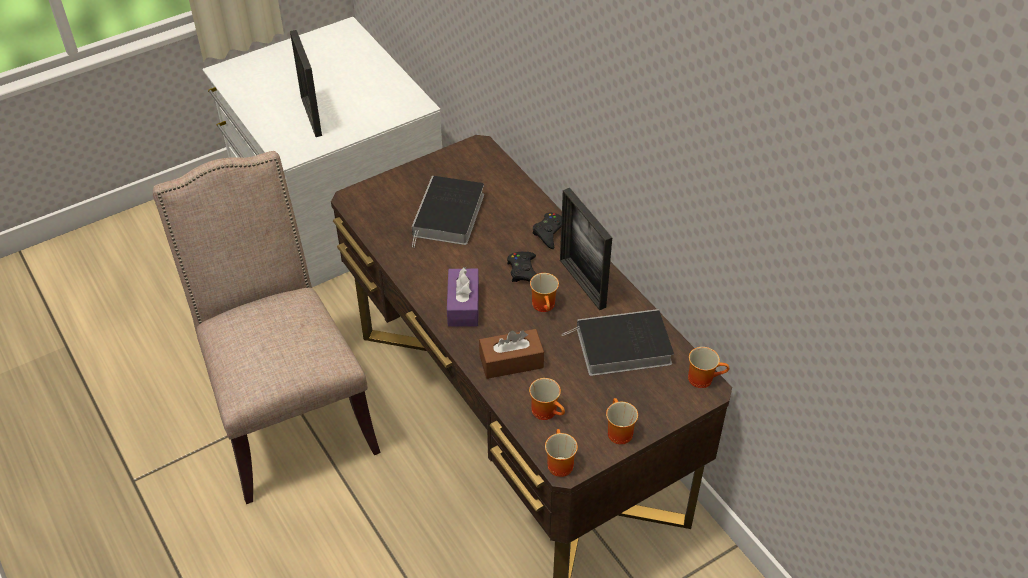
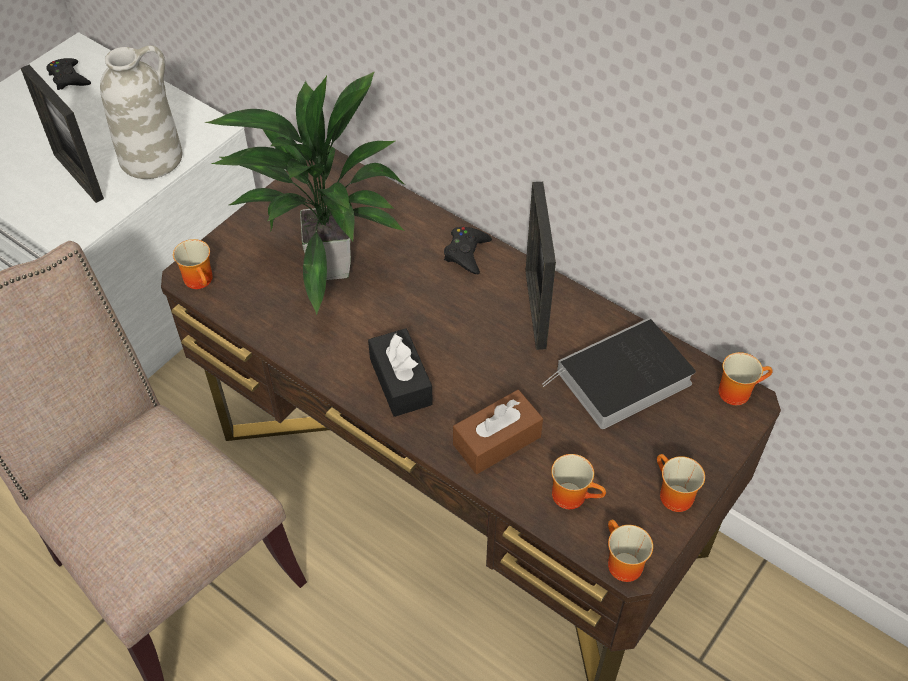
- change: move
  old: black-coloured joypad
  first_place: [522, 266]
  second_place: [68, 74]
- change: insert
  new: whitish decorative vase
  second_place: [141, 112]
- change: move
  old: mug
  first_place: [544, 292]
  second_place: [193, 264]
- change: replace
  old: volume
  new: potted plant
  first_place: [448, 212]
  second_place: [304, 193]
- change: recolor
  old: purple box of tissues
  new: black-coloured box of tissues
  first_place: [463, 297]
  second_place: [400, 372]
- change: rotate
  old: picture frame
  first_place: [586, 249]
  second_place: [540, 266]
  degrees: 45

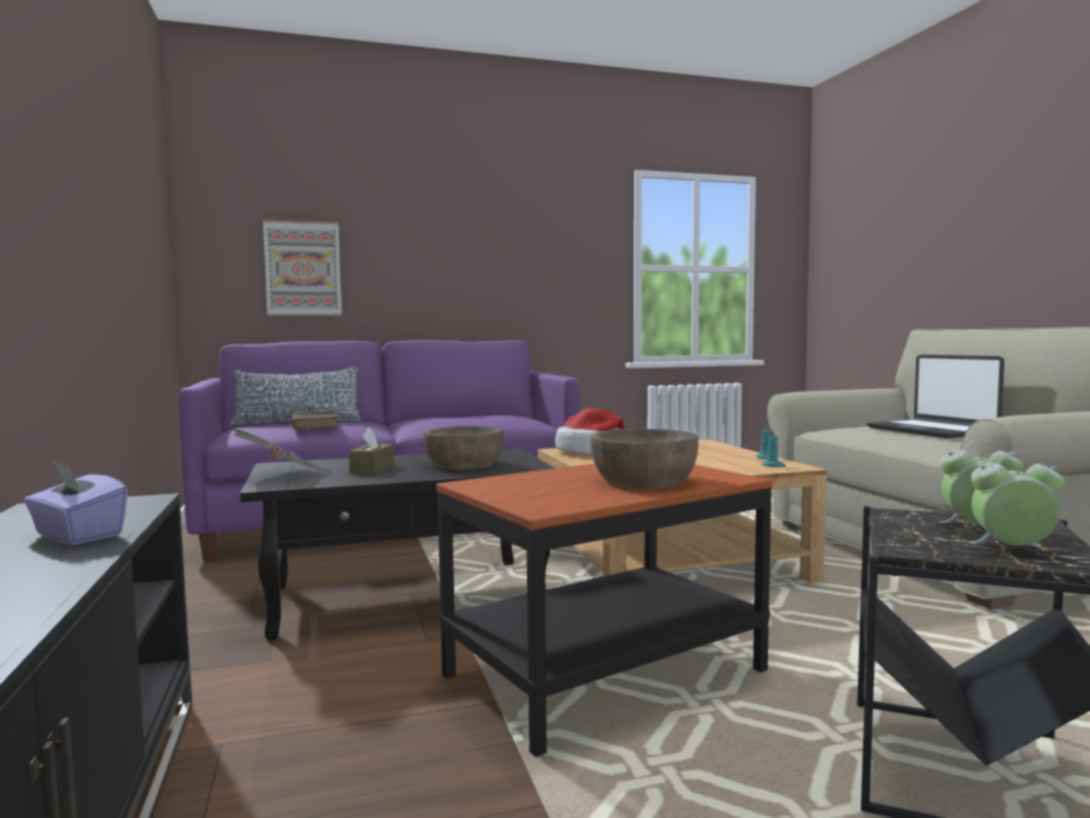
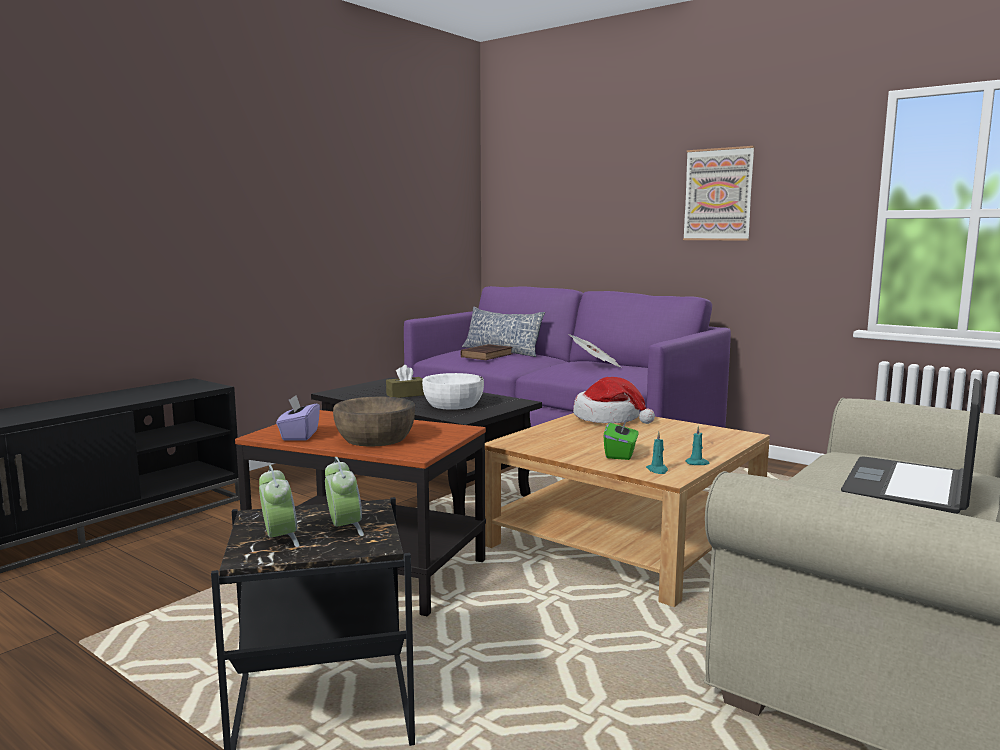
- change: move
  old: purple box of tissues
  first_place: [76, 503]
  second_place: [298, 417]
- change: recolor
  old: brown bowl
  new: whitish bowl
  first_place: [464, 448]
  second_place: [453, 391]
- change: move
  old: daily paper
  first_place: [281, 450]
  second_place: [595, 351]
- change: insert
  new: green box of tissues
  second_place: [621, 439]
- change: move
  old: picture
  first_place: [302, 267]
  second_place: [719, 193]

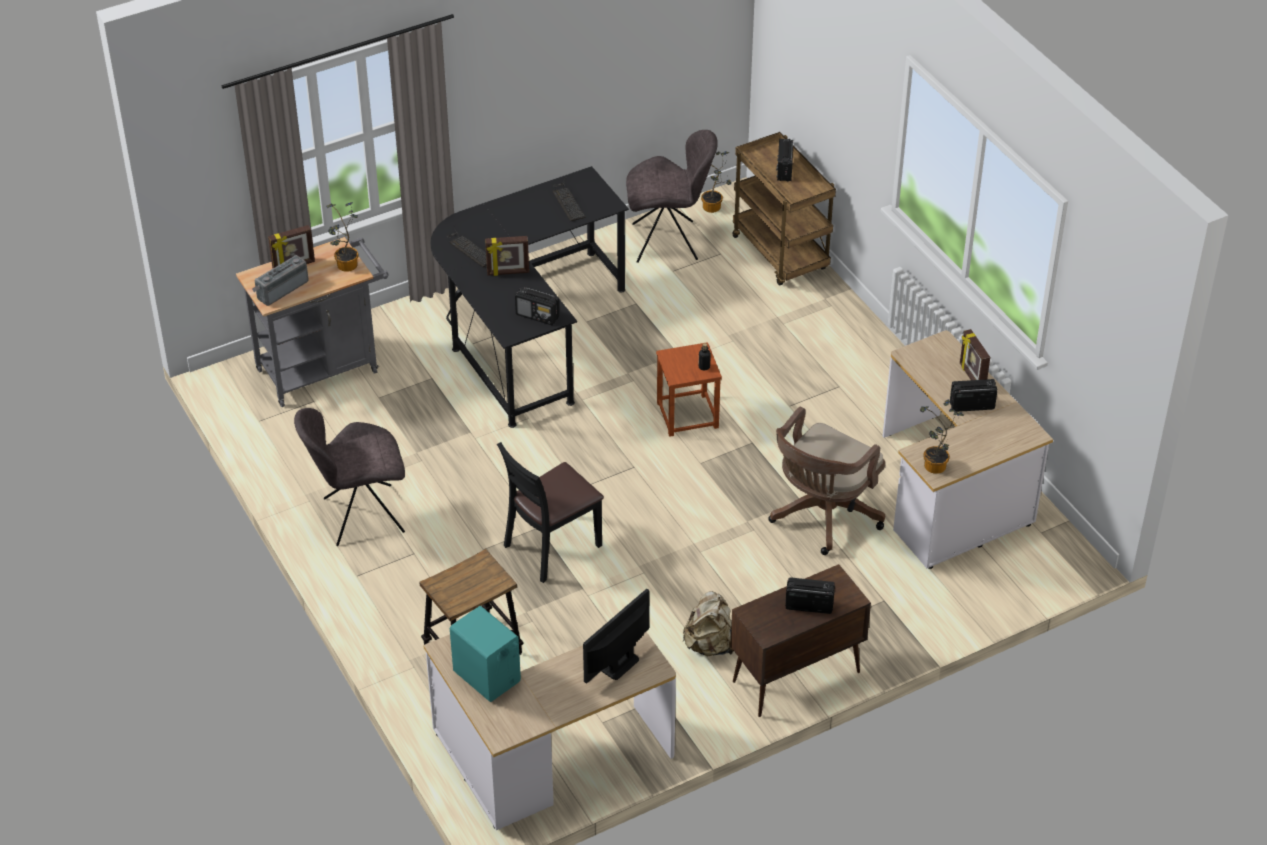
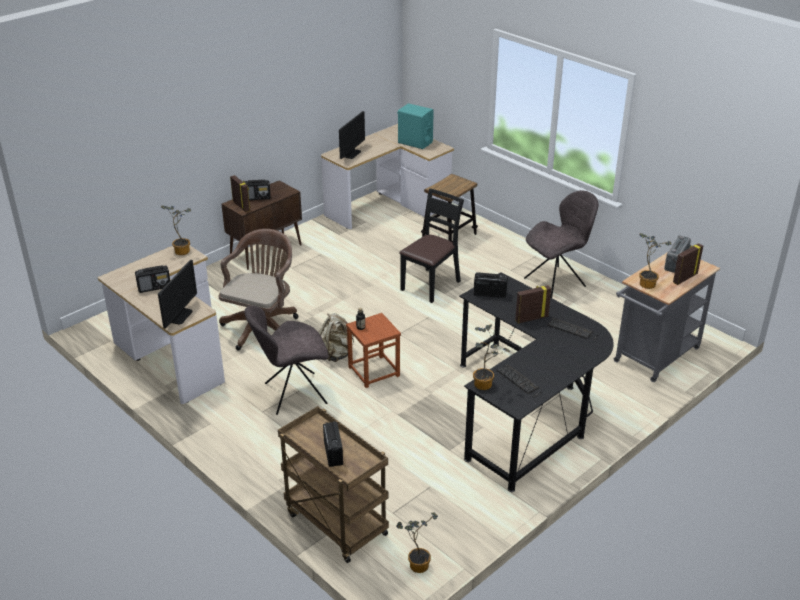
- change: insert
  new: computer screen
  second_place: [177, 294]
- change: move
  old: picture frame
  first_place: [975, 354]
  second_place: [240, 193]
- change: move
  old: grey plain chair
  first_place: [672, 196]
  second_place: [286, 360]
- change: move
  old: beige backpack
  first_place: [708, 624]
  second_place: [336, 337]
- change: insert
  new: potted plant
  second_place: [491, 357]

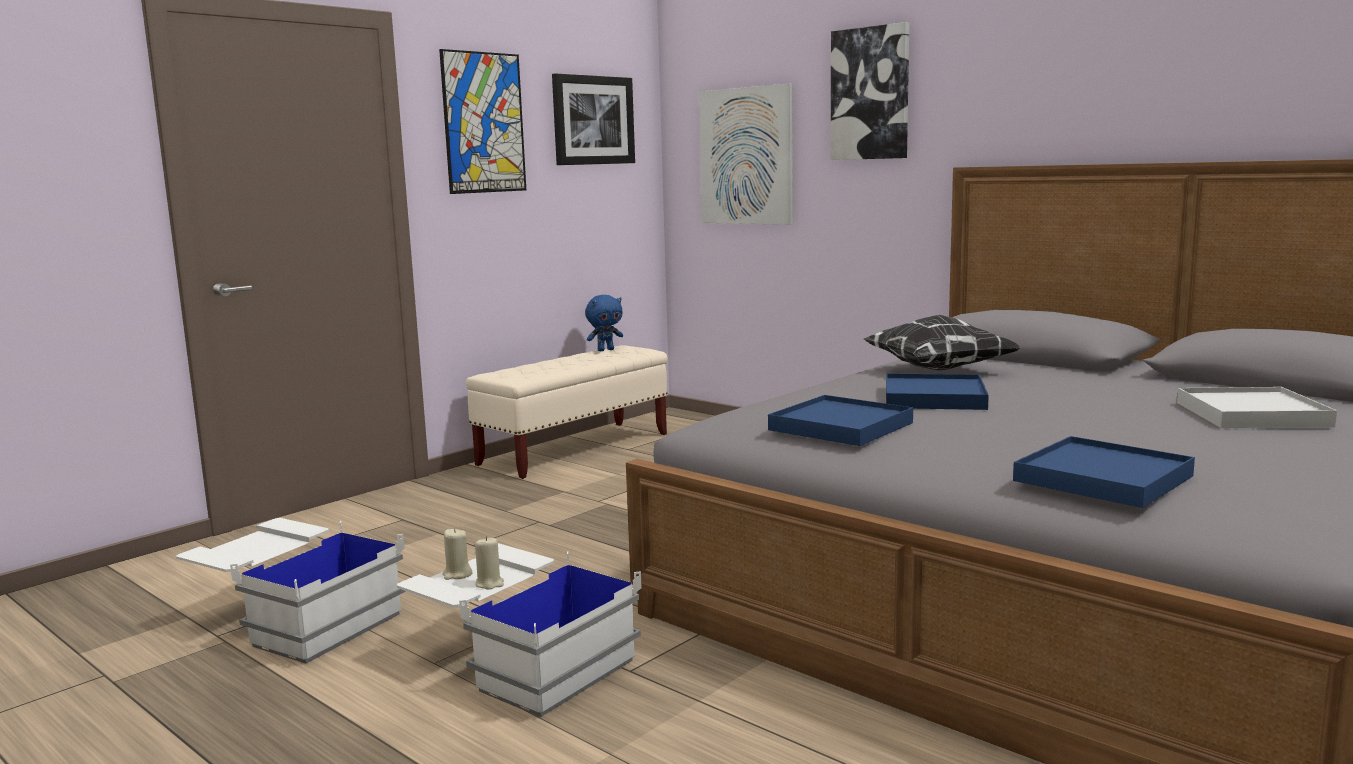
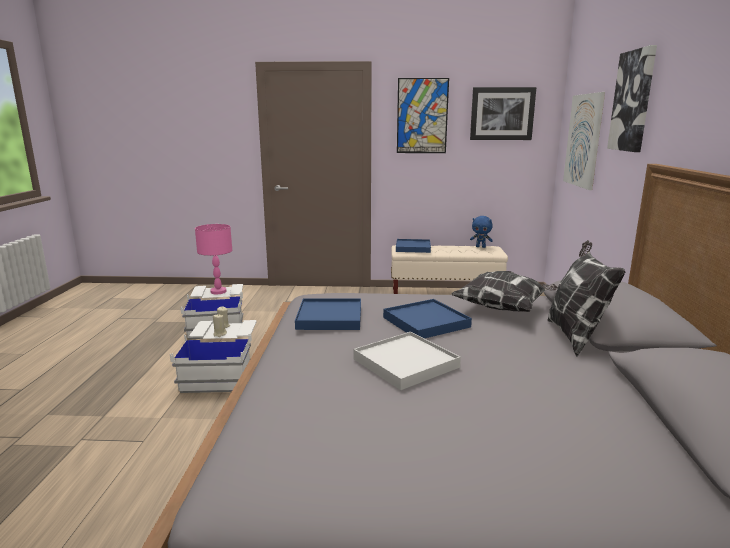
- change: insert
  new: pink table lamp
  second_place: [213, 259]
- change: move
  old: whitish tray
  first_place: [1257, 407]
  second_place: [407, 361]
- change: move
  old: blue tray
  first_place: [1104, 472]
  second_place: [413, 246]
- change: insert
  new: throw pillow
  second_place: [586, 298]

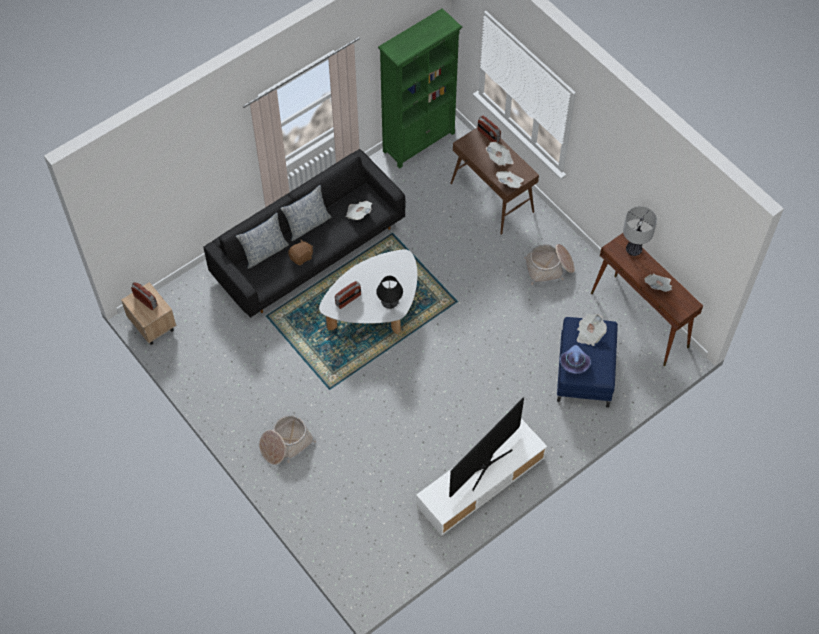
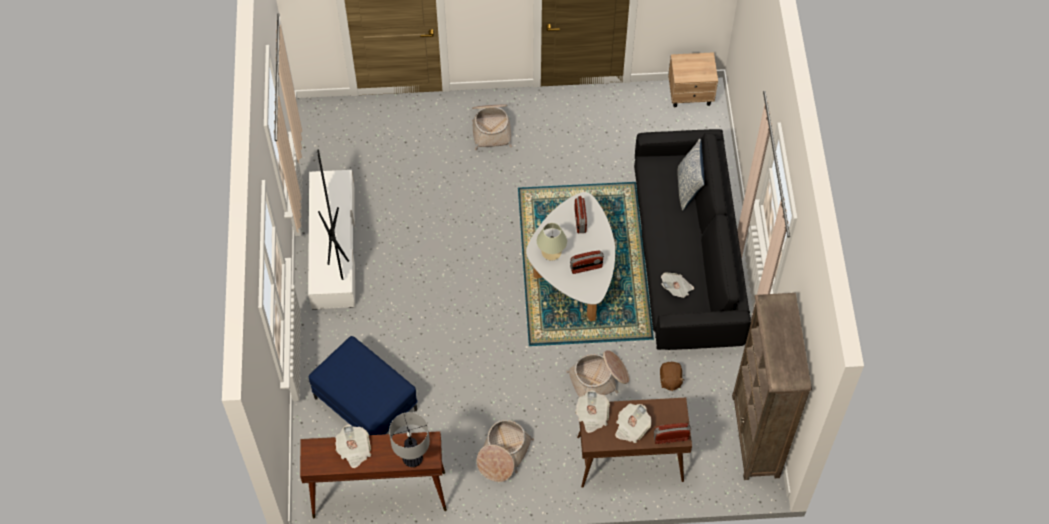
- change: recolor
  old: black-coloured table lamp
  new: beige table lamp
  first_place: [389, 292]
  second_place: [552, 242]
- change: insert
  new: storage basket
  second_place: [598, 373]
- change: move
  old: radio receiver
  first_place: [144, 296]
  second_place: [587, 262]
- change: move
  old: brown soft toy
  first_place: [300, 252]
  second_place: [672, 376]
- change: recolor
  old: green shelving unit
  new: brown shelving unit
  first_place: [420, 88]
  second_place: [772, 386]
- change: delete
  old: throw pillow
  first_place: [305, 213]
- change: delete
  old: purple clothing hat
  first_place: [575, 359]
- change: delete
  old: daily paper
  first_place: [592, 330]

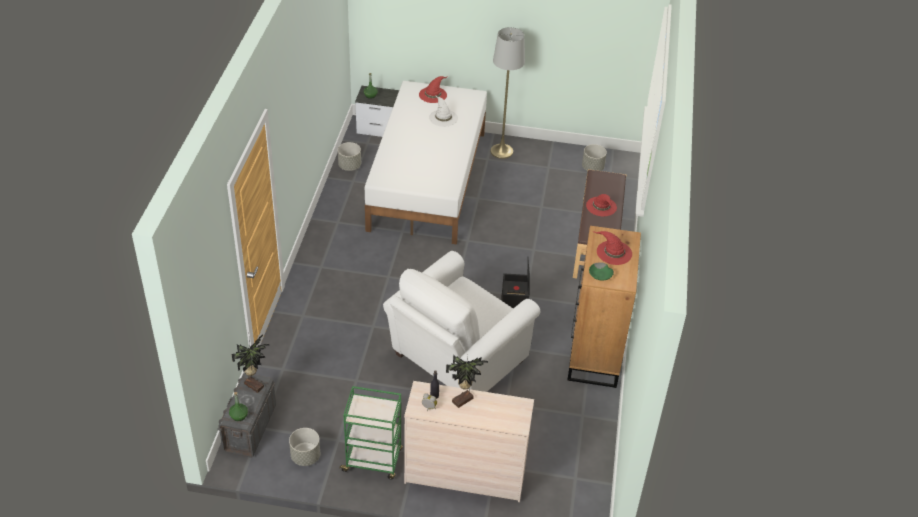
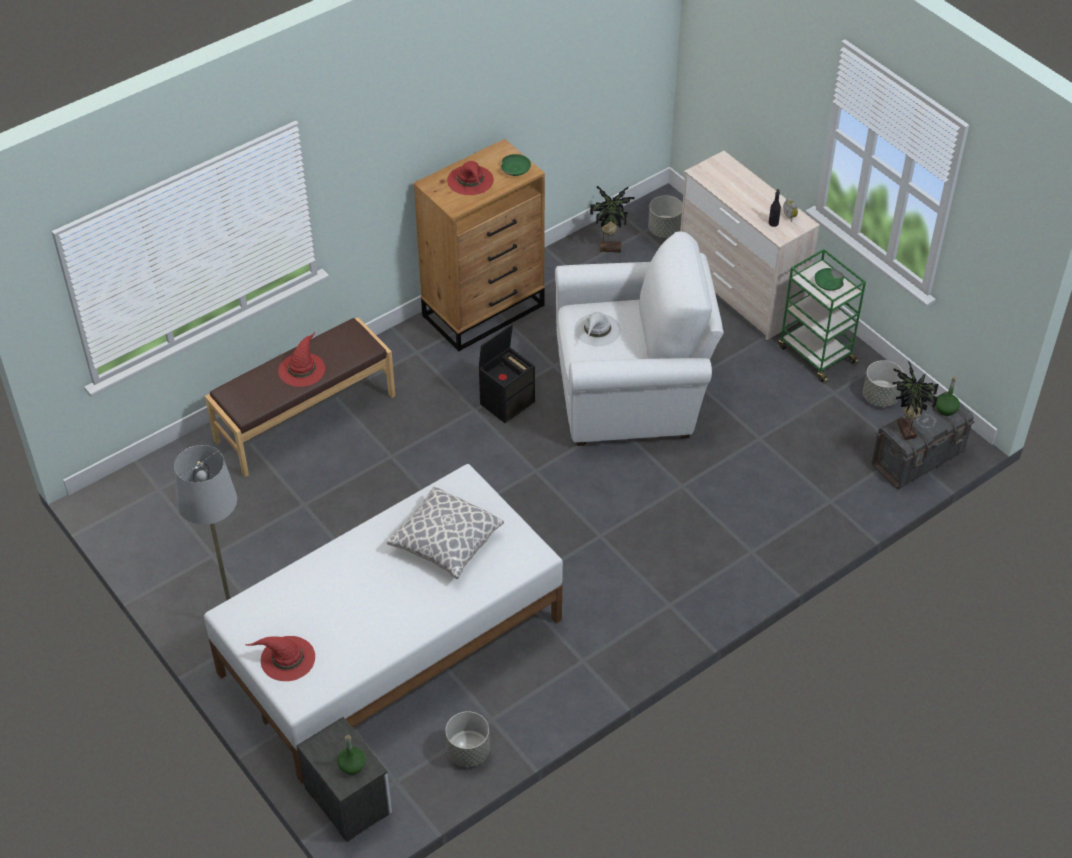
- change: insert
  new: throw pillow
  second_place: [445, 533]
- change: move
  old: whitish clothing hat
  first_place: [443, 111]
  second_place: [597, 329]
- change: move
  old: potted plant
  first_place: [467, 381]
  second_place: [612, 218]
- change: move
  old: grey flower pot
  first_place: [594, 157]
  second_place: [665, 216]
- change: insert
  new: green bowl
  second_place: [829, 279]

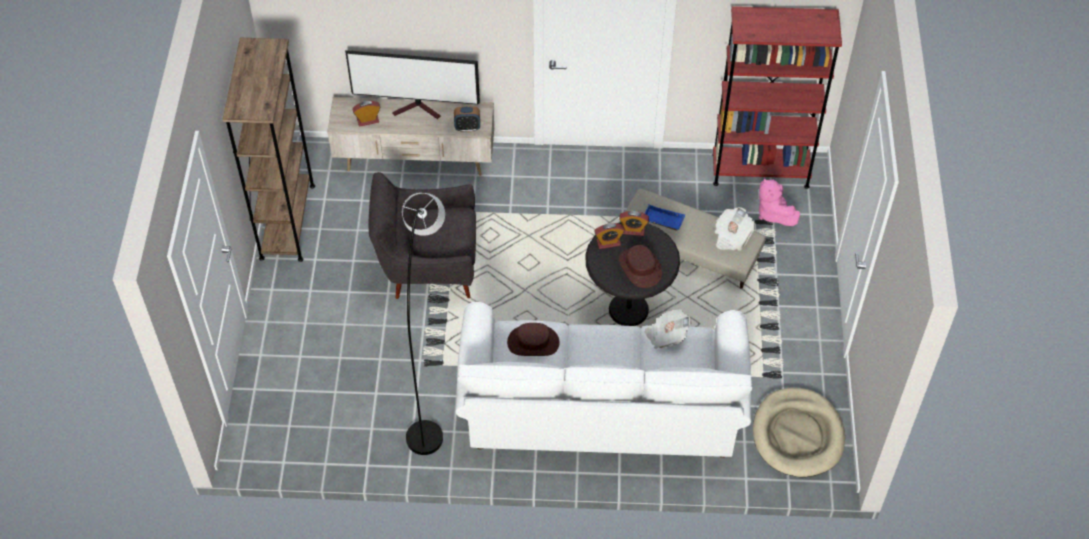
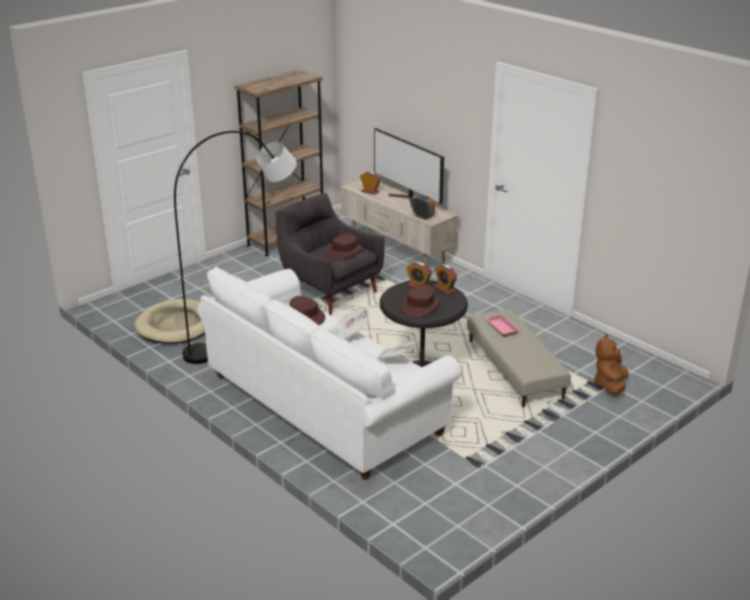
- change: move
  old: beige pet bed
  first_place: [799, 432]
  second_place: [169, 321]
- change: insert
  new: brown clothing hat
  second_place: [344, 247]
- change: move
  old: daily paper
  first_place: [735, 229]
  second_place: [349, 324]
- change: recolor
  old: blue tray
  new: pink tray
  first_place: [665, 217]
  second_place: [502, 325]
- change: recolor
  old: pink soft toy
  new: brown soft toy
  first_place: [779, 201]
  second_place: [611, 364]
- change: delete
  old: reddish shelving unit
  first_place: [777, 97]

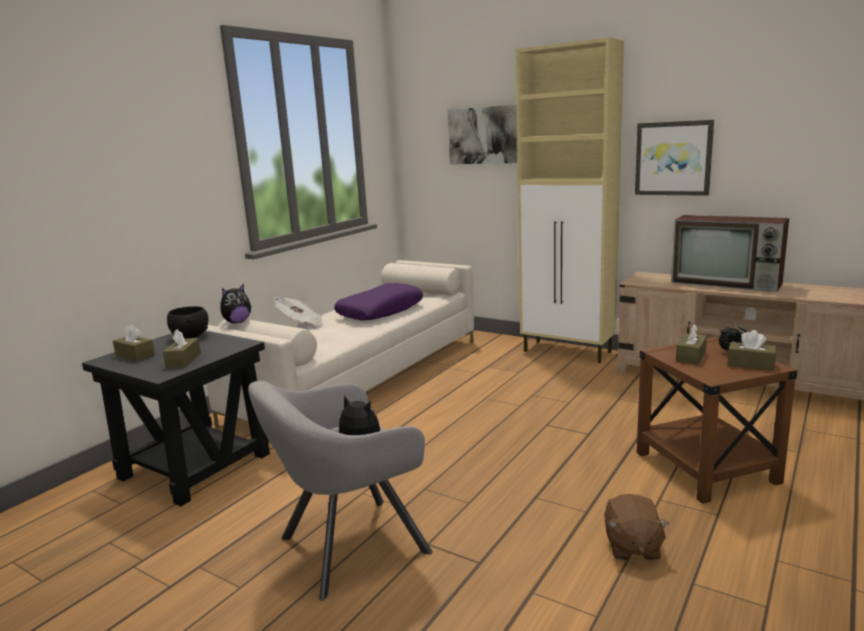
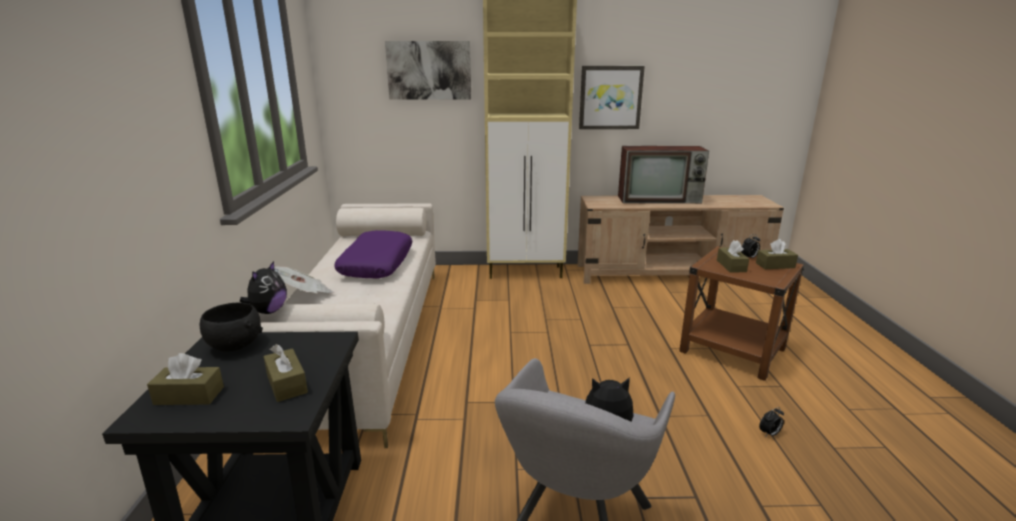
- change: replace
  old: brown soft toy
  new: alarm clock
  first_place: [636, 527]
  second_place: [771, 421]

